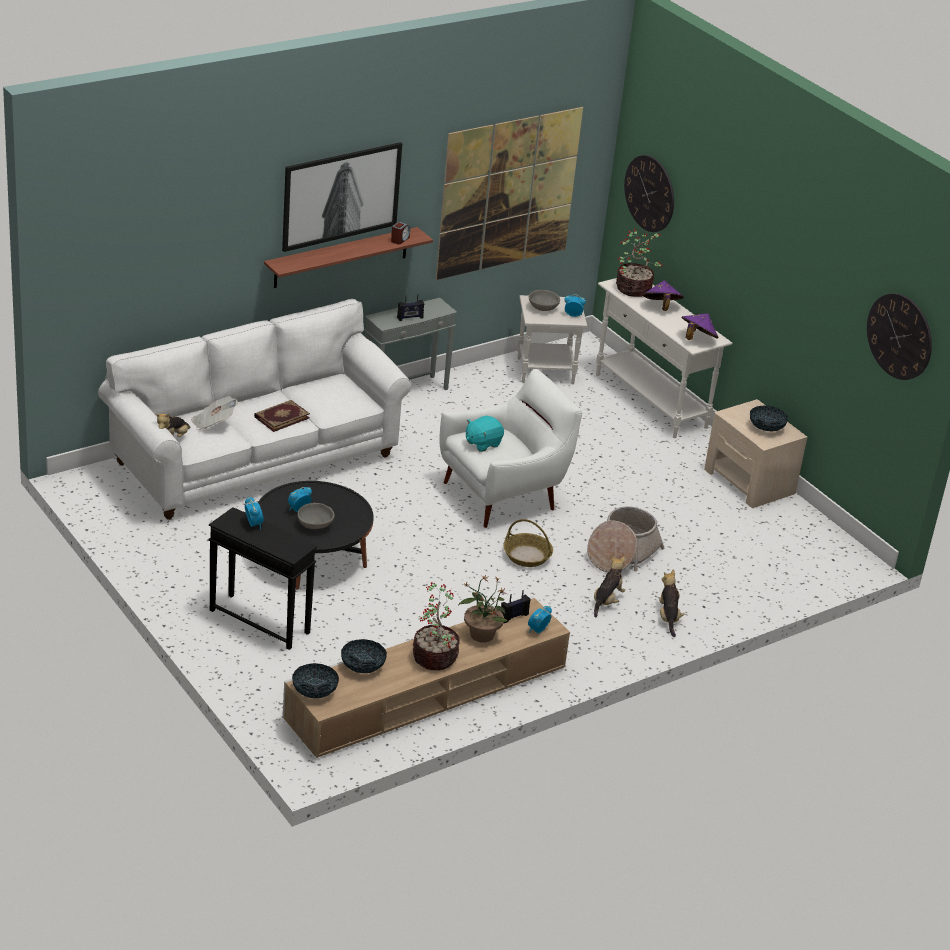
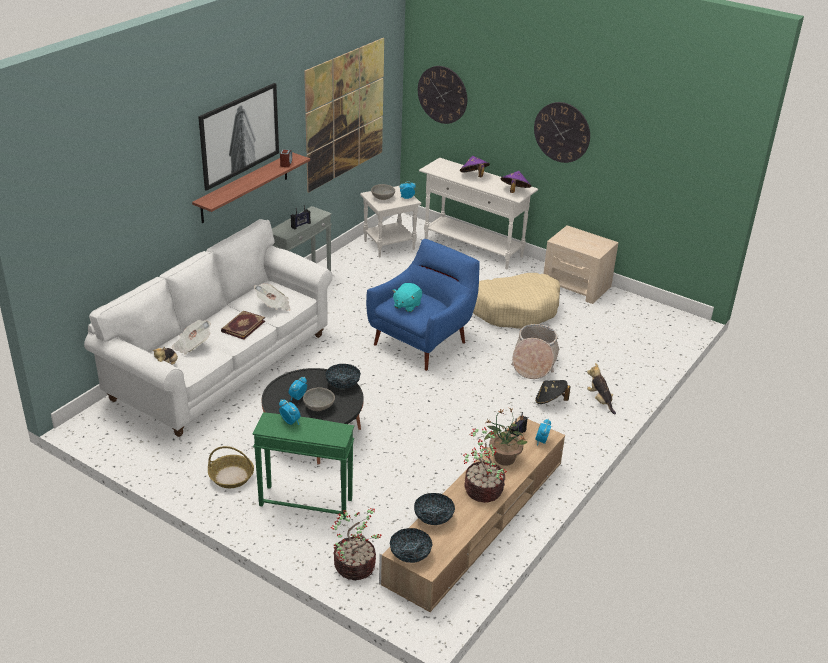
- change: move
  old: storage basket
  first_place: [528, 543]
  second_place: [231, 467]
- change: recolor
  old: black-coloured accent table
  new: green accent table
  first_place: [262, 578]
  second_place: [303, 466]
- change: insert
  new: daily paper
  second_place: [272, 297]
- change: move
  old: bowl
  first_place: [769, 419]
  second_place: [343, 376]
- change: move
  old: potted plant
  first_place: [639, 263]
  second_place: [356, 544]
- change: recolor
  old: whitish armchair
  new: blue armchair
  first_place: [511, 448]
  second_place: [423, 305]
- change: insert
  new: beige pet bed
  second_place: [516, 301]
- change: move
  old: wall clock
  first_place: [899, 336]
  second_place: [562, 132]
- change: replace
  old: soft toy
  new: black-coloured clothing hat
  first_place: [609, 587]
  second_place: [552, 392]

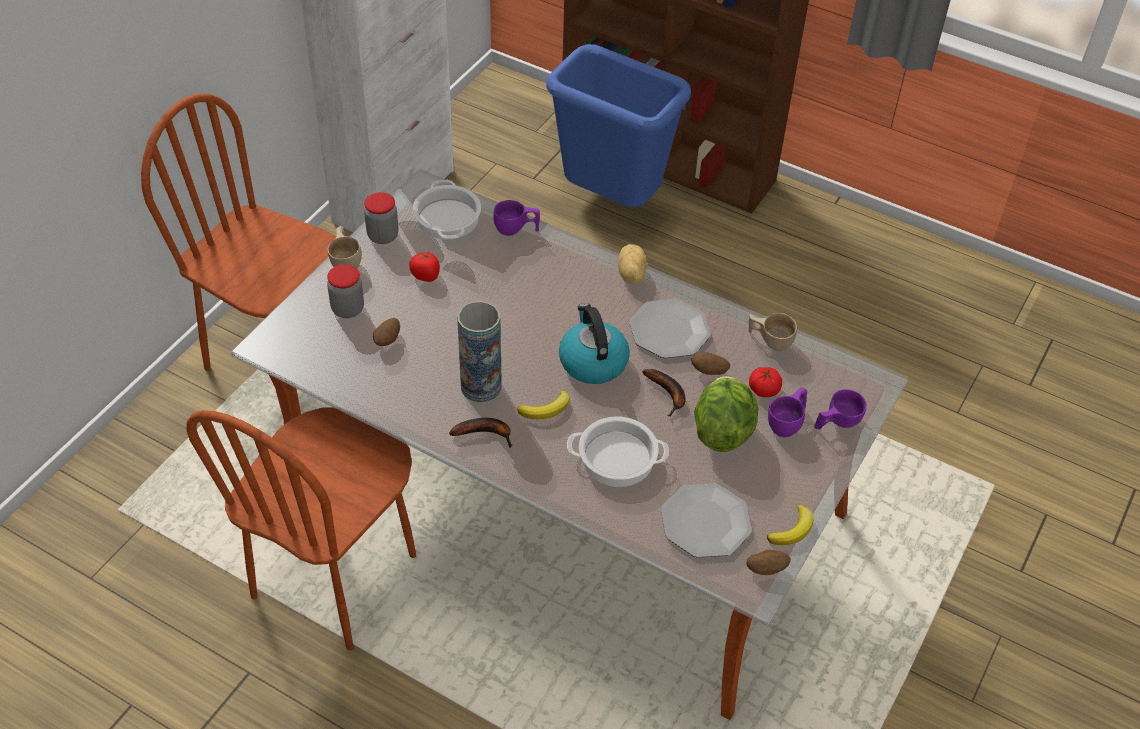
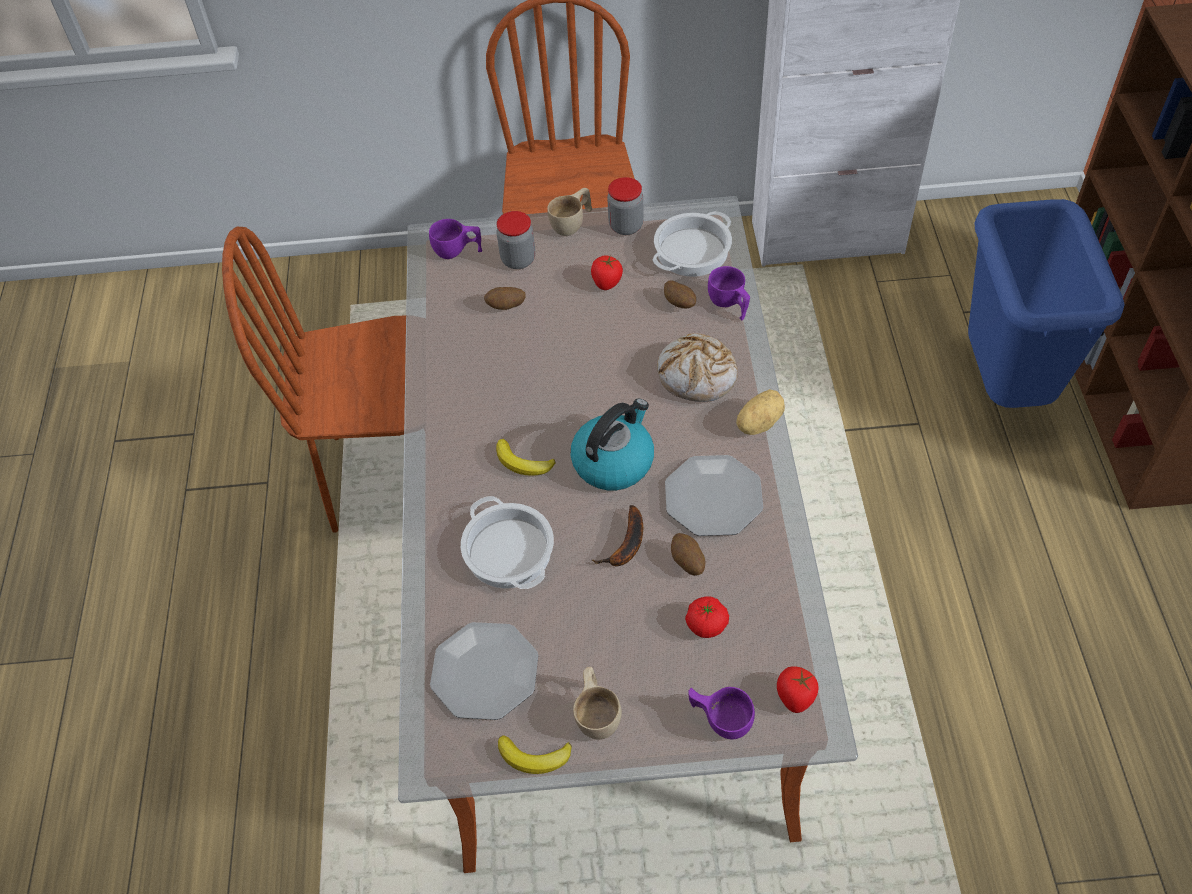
- change: move
  old: purple small cup
  first_place: [787, 412]
  second_place: [455, 239]
- change: move
  old: beige small cup
  first_place: [772, 332]
  second_place: [597, 703]
- change: insert
  new: bread
  second_place: [697, 367]
- change: move
  old: potato
  first_place: [769, 562]
  second_place: [680, 294]
- change: insert
  new: fresh tomato
  second_place: [797, 689]
- change: delete
  old: banana fruit
  first_place: [480, 433]
- change: delete
  old: decorative vase
  first_place: [479, 351]
- change: delete
  old: head of lettuce
  first_place: [726, 414]

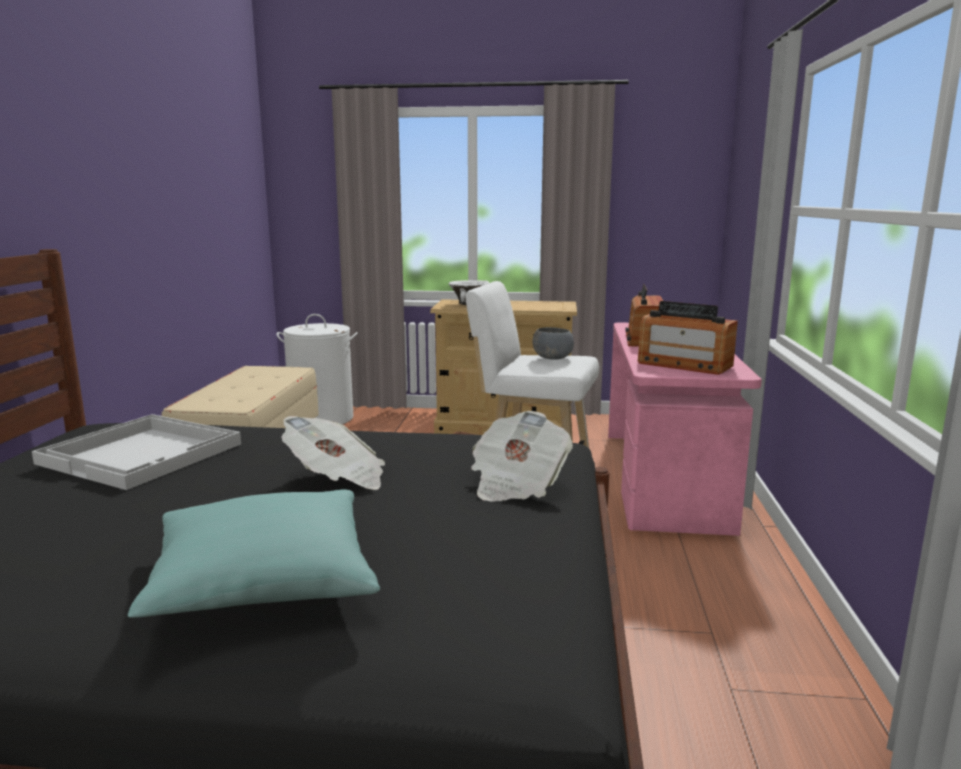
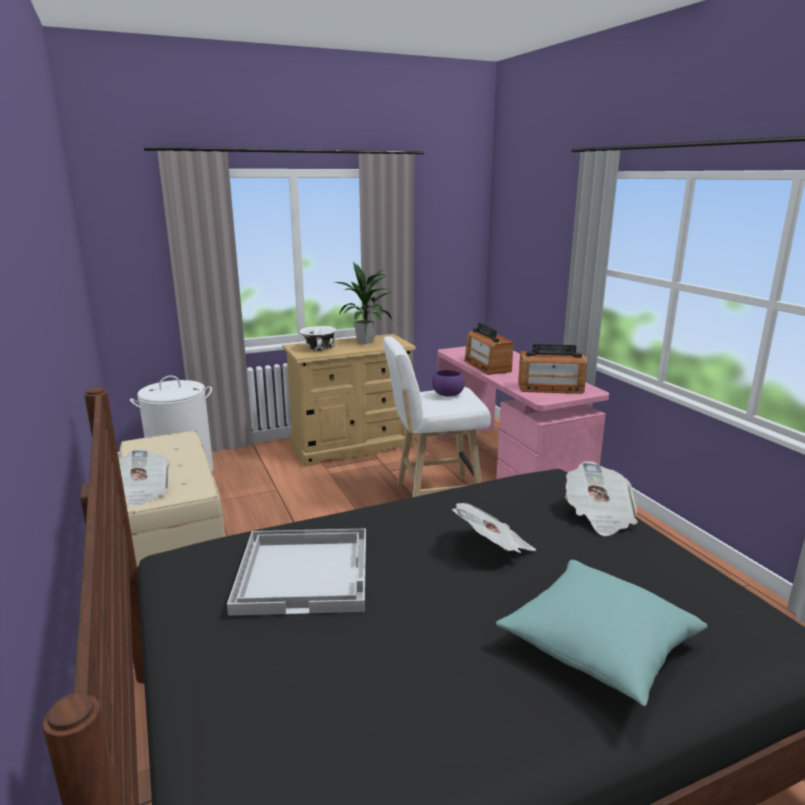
- change: insert
  new: daily paper
  second_place: [144, 478]
- change: insert
  new: potted plant
  second_place: [362, 303]
- change: recolor
  old: grey bowl
  new: purple bowl
  first_place: [553, 343]
  second_place: [448, 383]

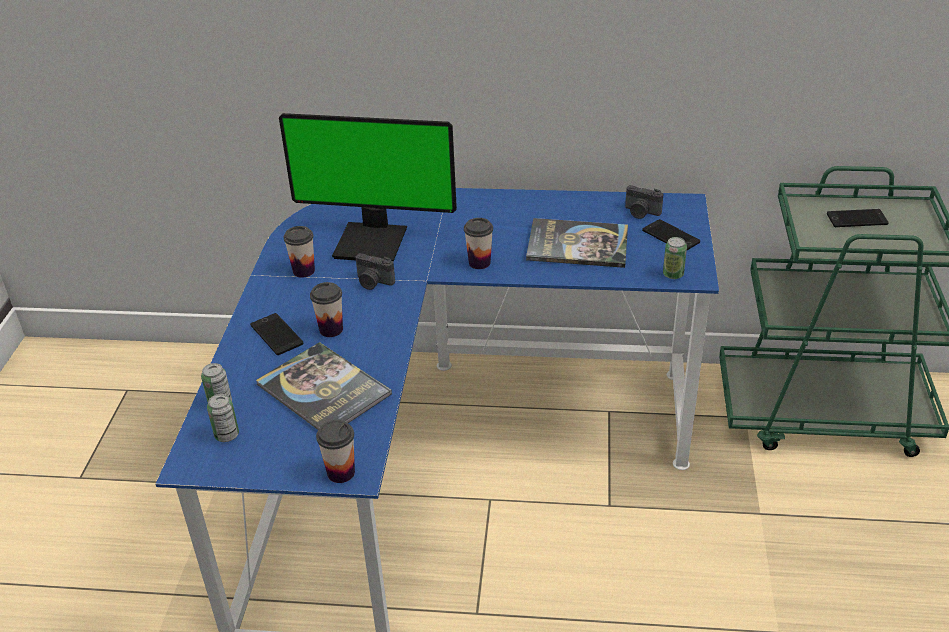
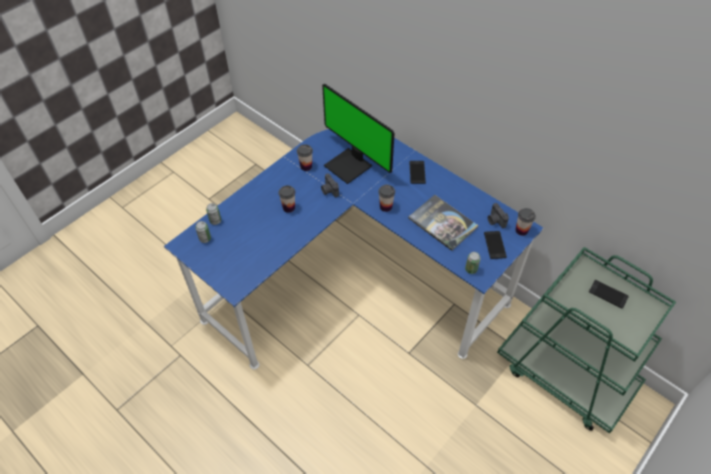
- change: move
  old: phone
  first_place: [276, 334]
  second_place: [417, 172]
- change: move
  old: small cup
  first_place: [335, 451]
  second_place: [525, 222]
- change: delete
  old: volume
  first_place: [324, 386]

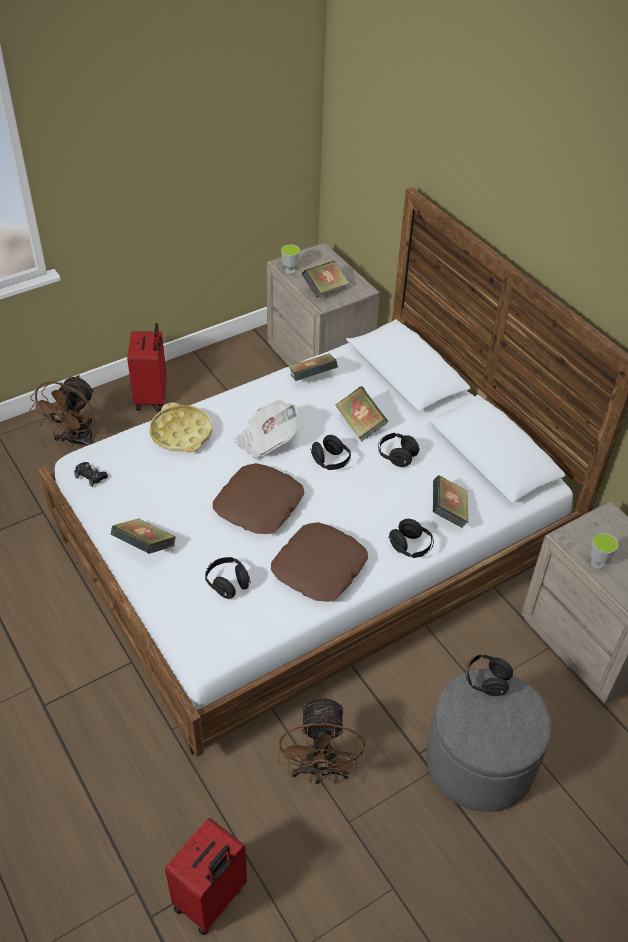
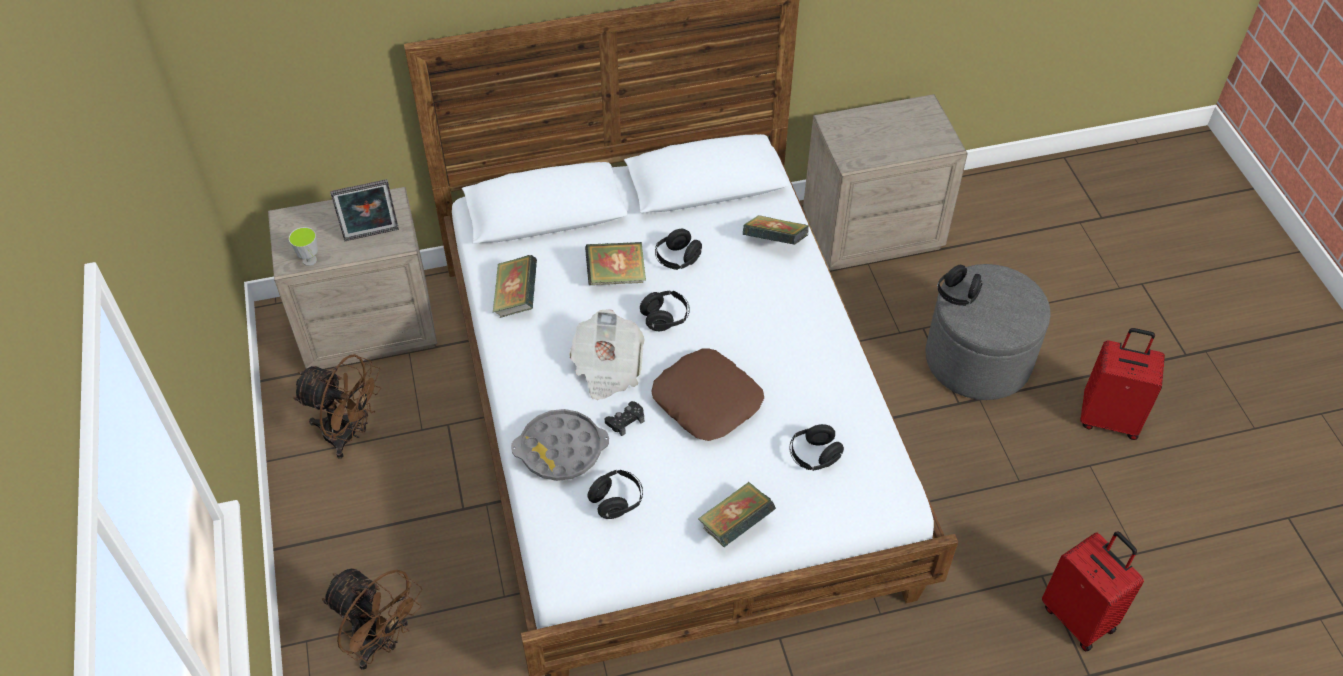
- change: move
  old: brown cooling fan
  first_place: [322, 739]
  second_place: [337, 406]
- change: replace
  old: volume
  new: picture frame
  first_place: [326, 279]
  second_place: [364, 210]
- change: recolor
  old: yellowish tray
  new: grey tray
  first_place: [181, 427]
  second_place: [560, 445]
- change: move
  old: black-coloured headphones
  first_place: [411, 538]
  second_place: [615, 494]
- change: move
  old: black-coloured joypad
  first_place: [91, 474]
  second_place: [624, 418]
- change: move
  old: reddish suitcase
  first_place: [147, 367]
  second_place: [1122, 384]
- change: delete
  old: brown throw pillow
  first_place: [319, 562]
- change: delete
  old: small cup
  first_place: [604, 551]

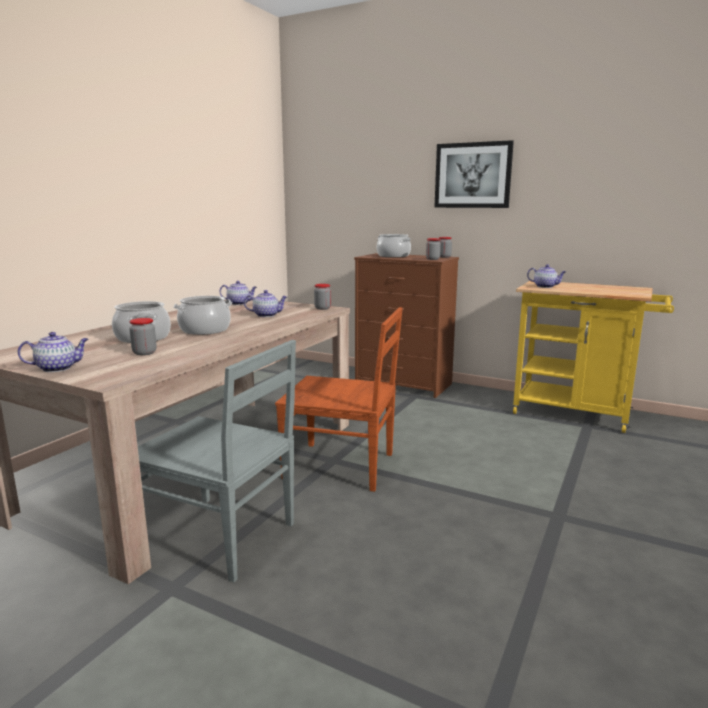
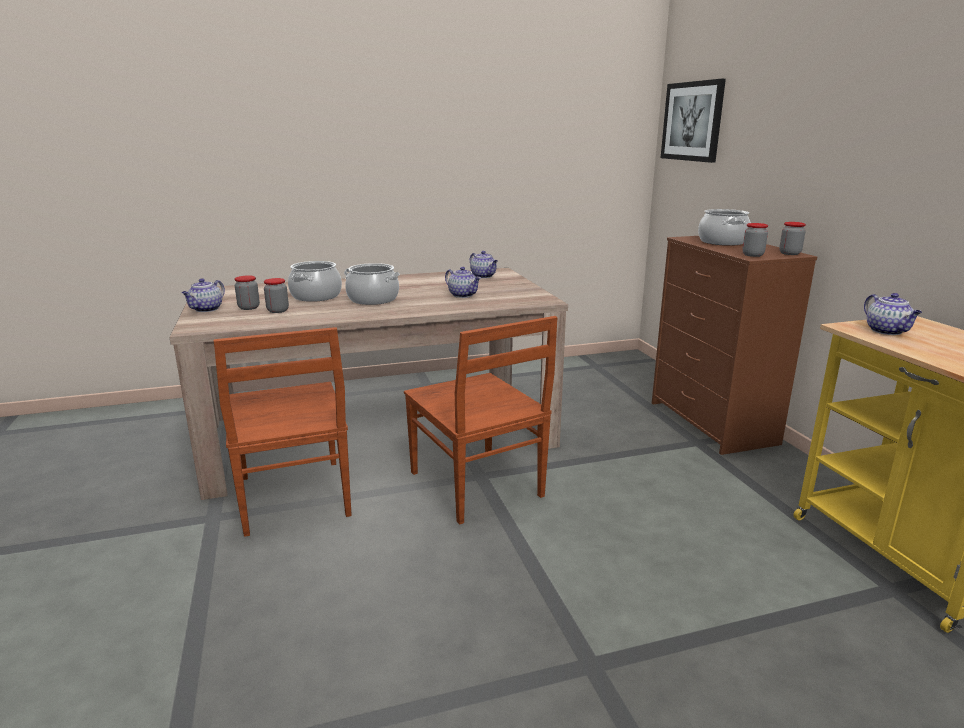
- change: rotate
  old: teapot
  first_place: [53, 352]
  second_place: [203, 295]
  degrees: 90
- change: recolor
  old: grey plain chair
  new: brown plain chair
  first_place: [217, 461]
  second_place: [283, 432]
- change: move
  old: storage jar
  first_place: [322, 297]
  second_place: [247, 293]
- change: move
  old: picture
  first_place: [474, 174]
  second_place: [693, 121]

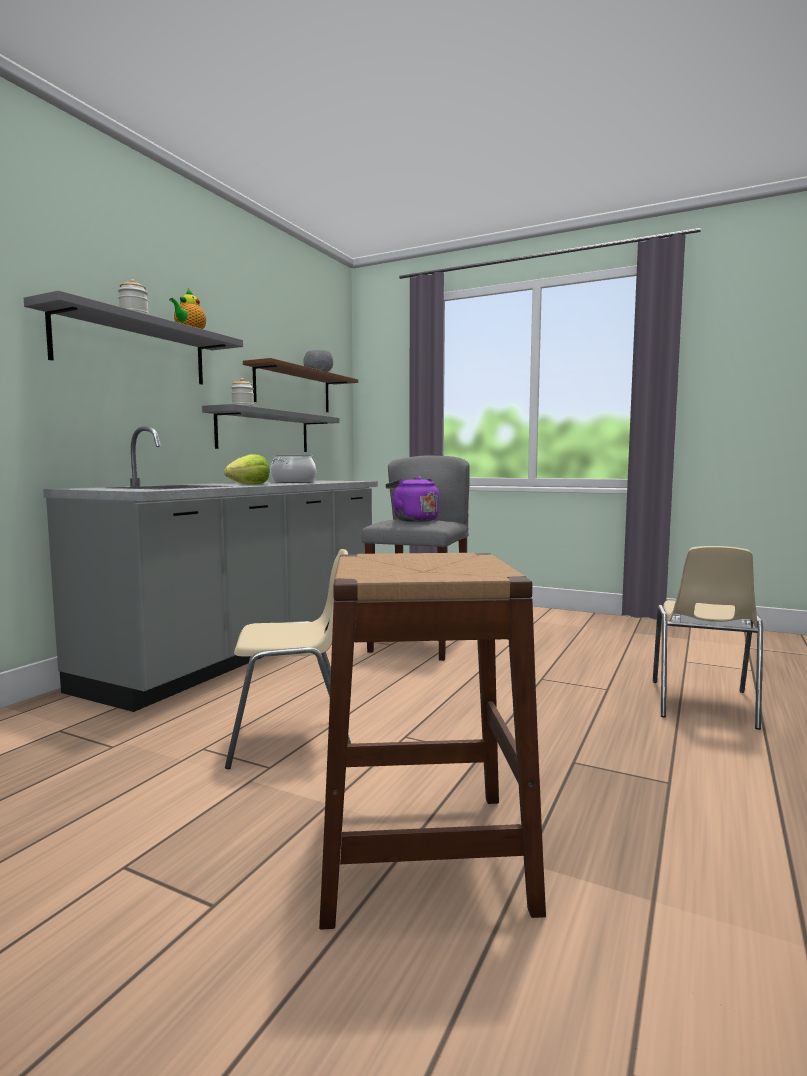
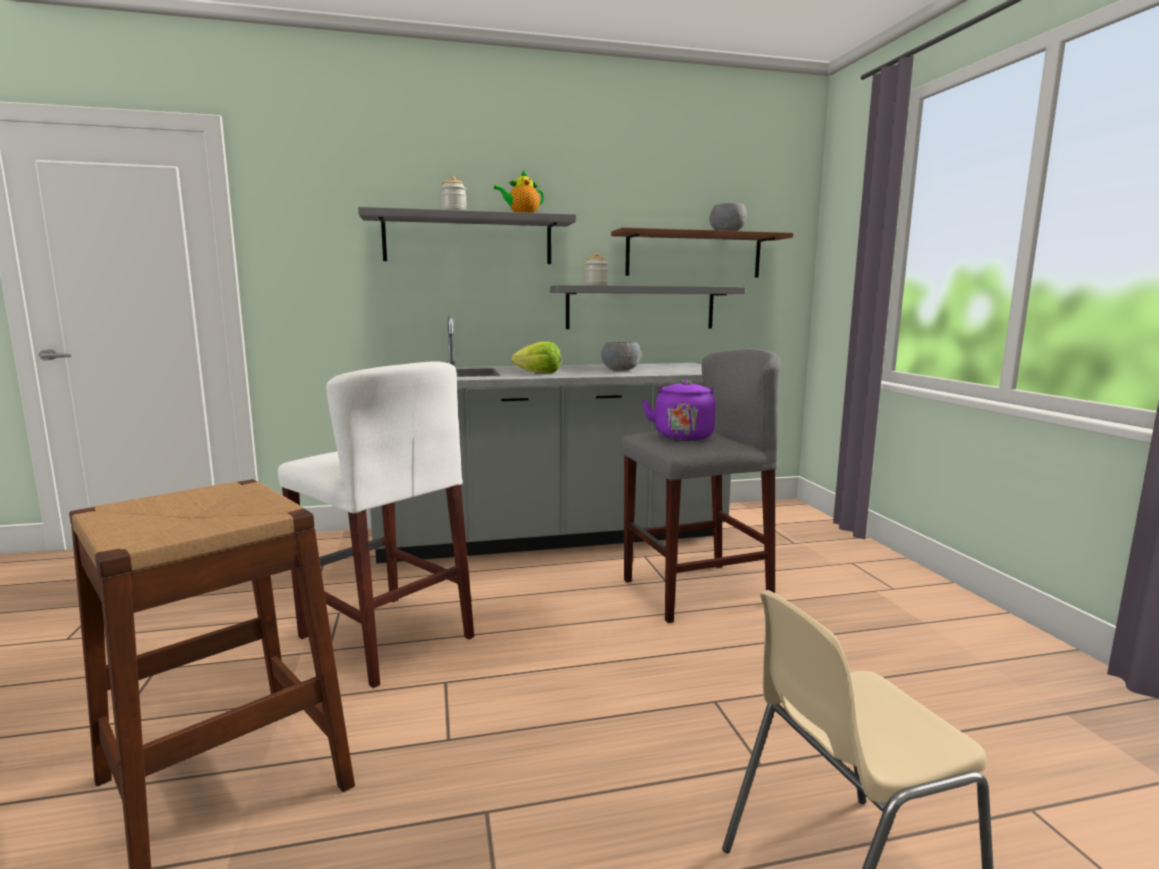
- change: replace
  old: beige plain chair
  new: whitish sitting stool
  first_place: [288, 659]
  second_place: [376, 525]
- change: replace
  old: cooking pot
  new: grey bowl
  first_place: [293, 469]
  second_place: [621, 356]

